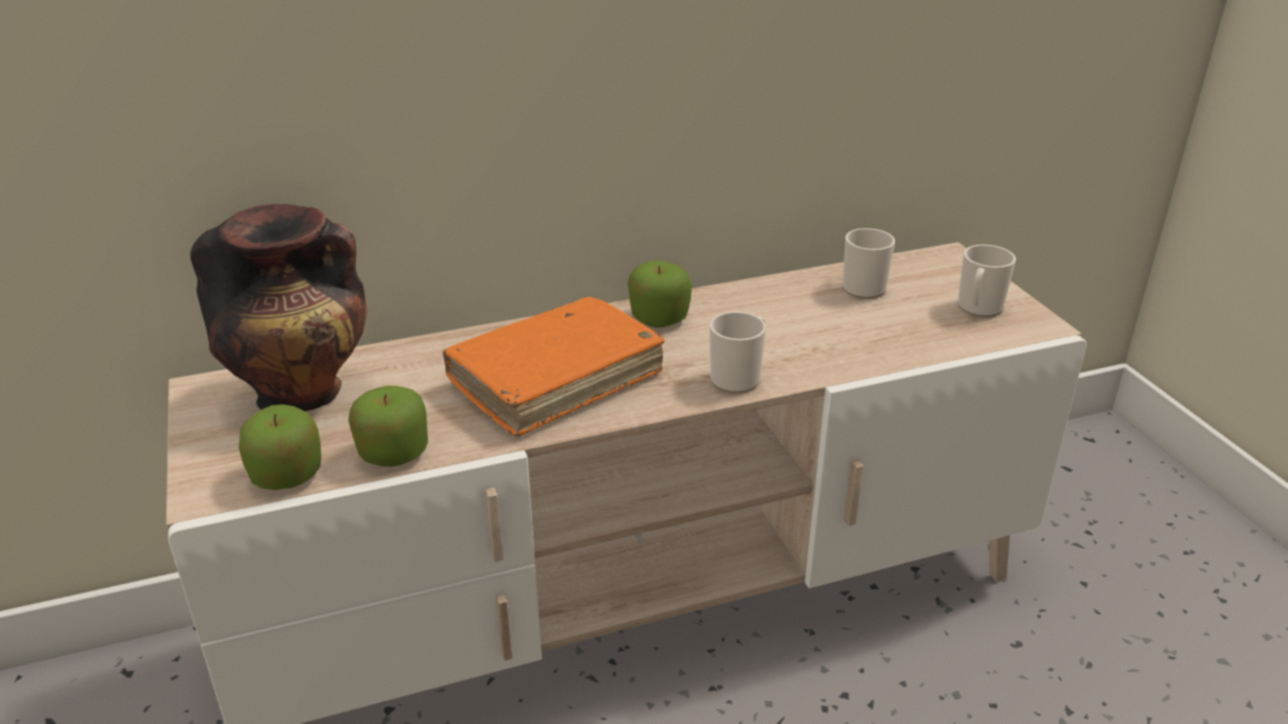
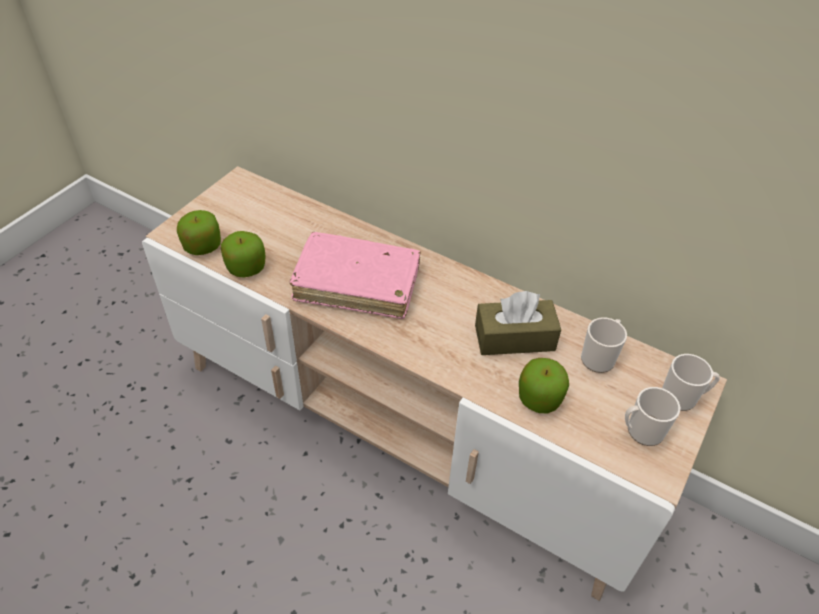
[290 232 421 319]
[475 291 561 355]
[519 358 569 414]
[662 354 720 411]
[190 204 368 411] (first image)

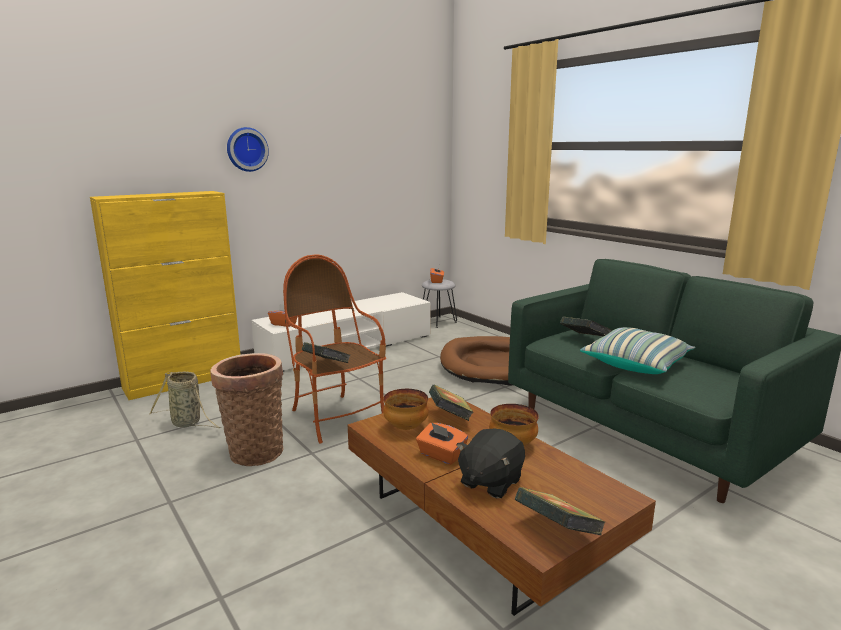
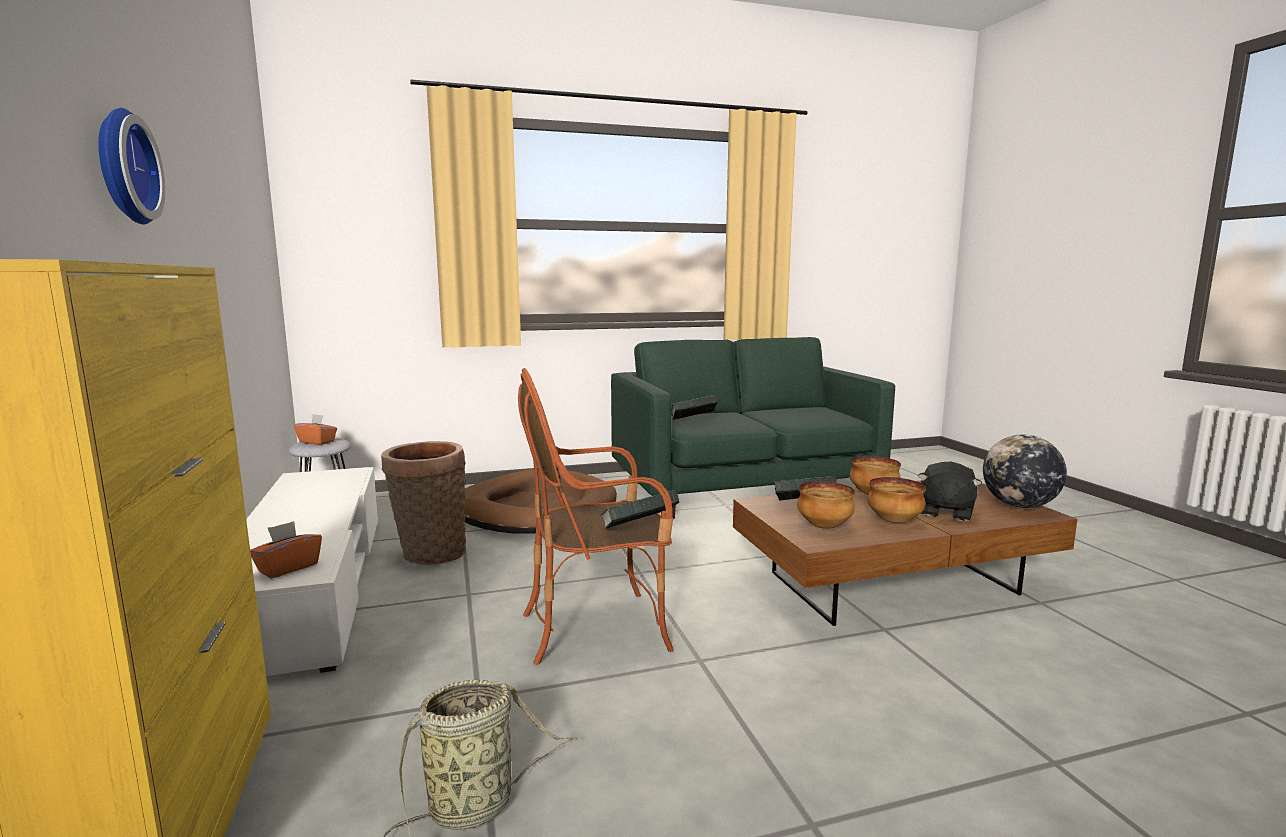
[381 441 466 565]
[868 477 926 523]
[918 462 982 521]
[983 434 1067 508]
[580 327 695 374] (first image)

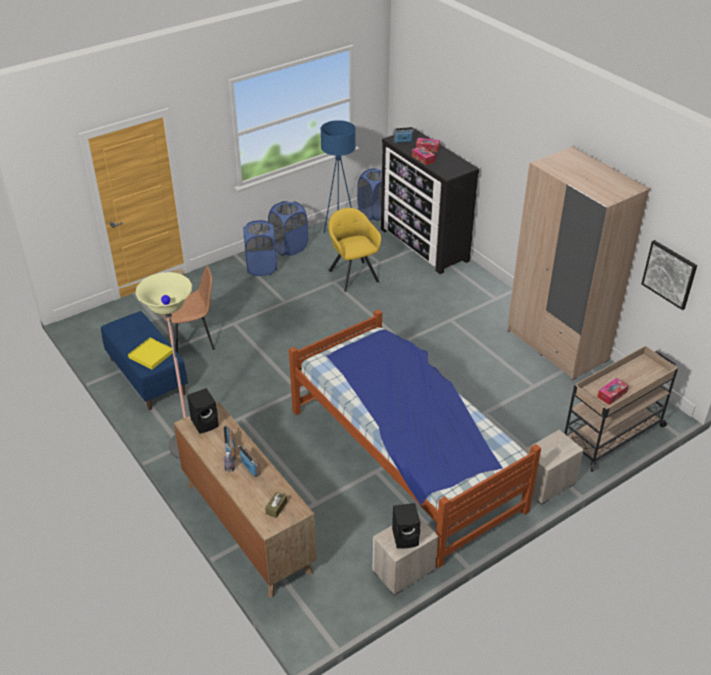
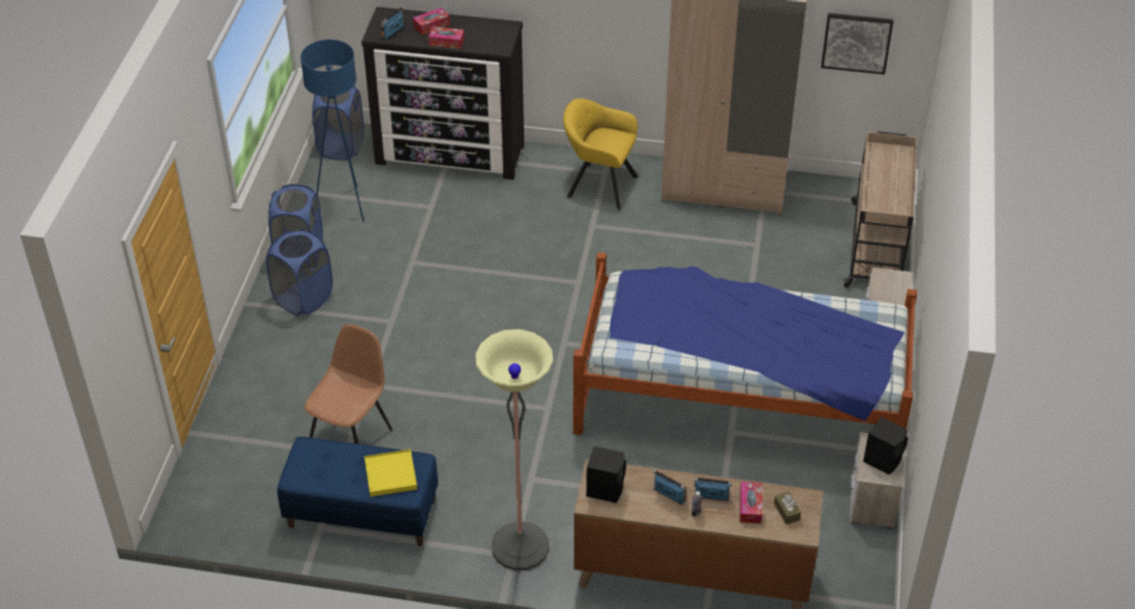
[563 98 638 210]
[740 482 762 524]

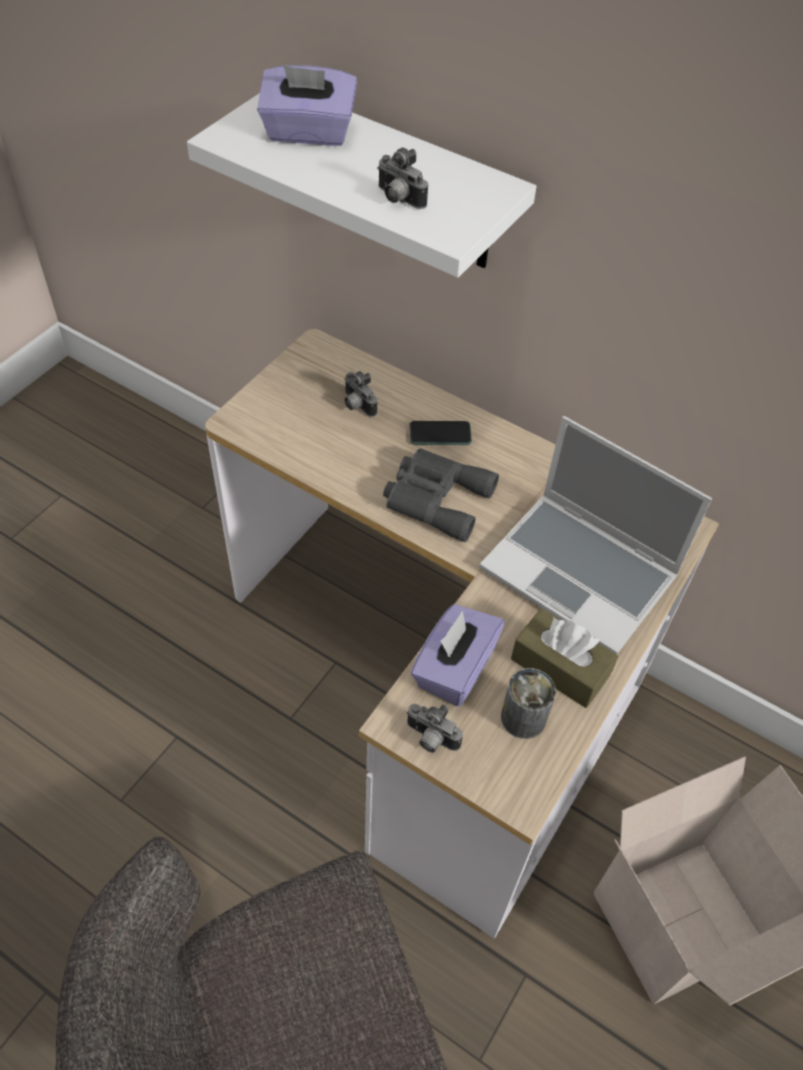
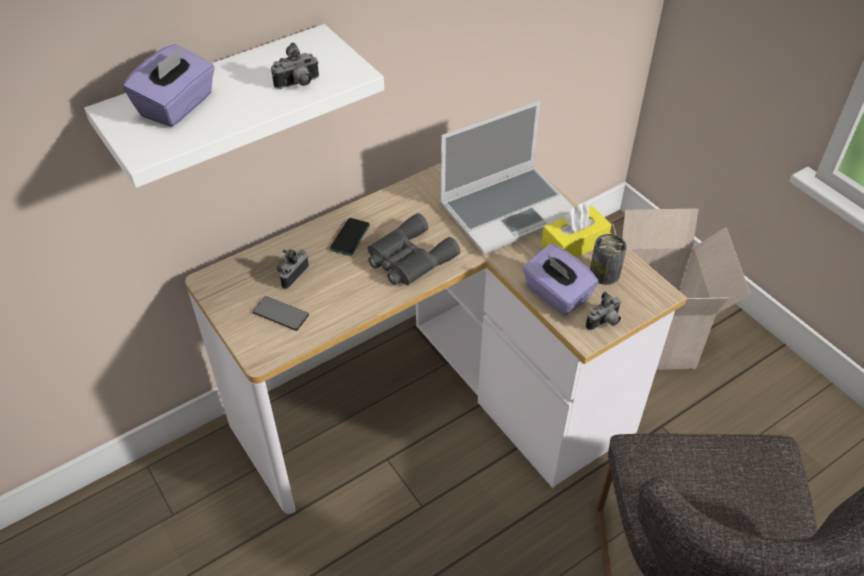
[253 296 309 331]
[277 249 309 289]
[541 204 612 257]

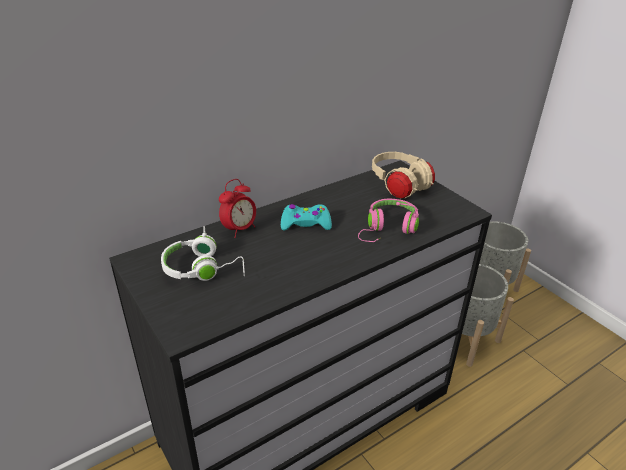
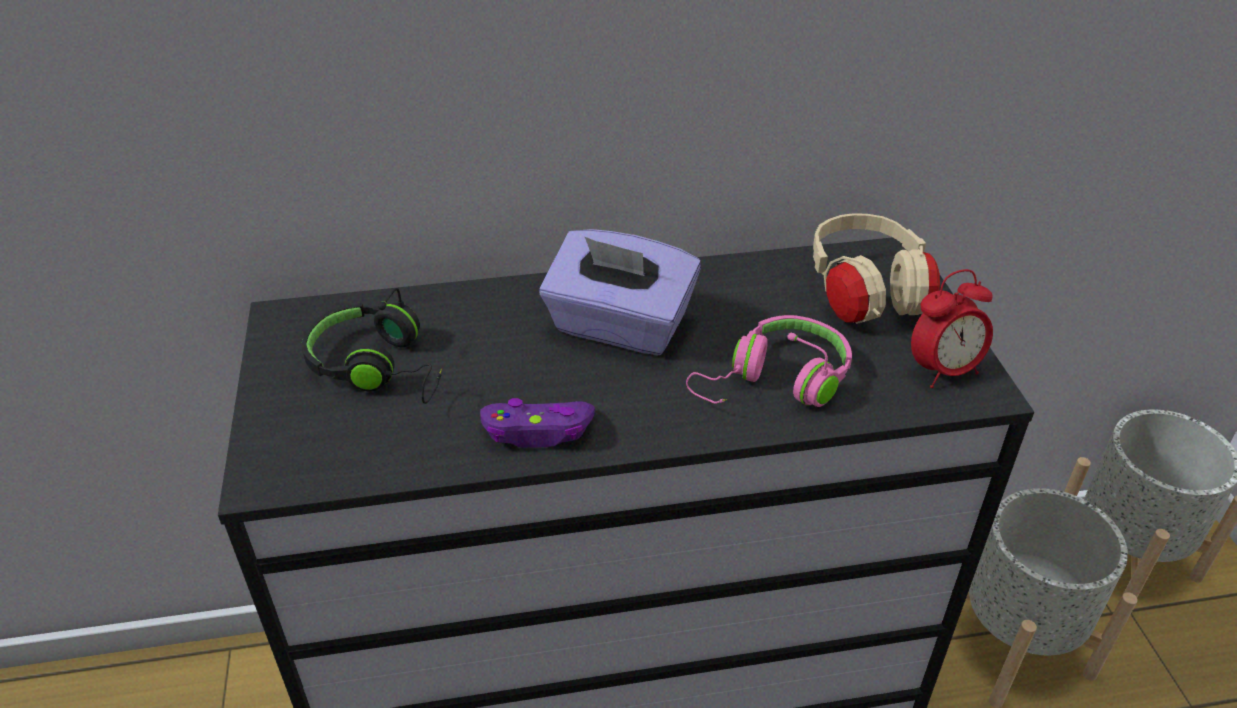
[302 288 442 404]
[480 398 595 448]
[539 229 701 355]
[911 269 993 388]

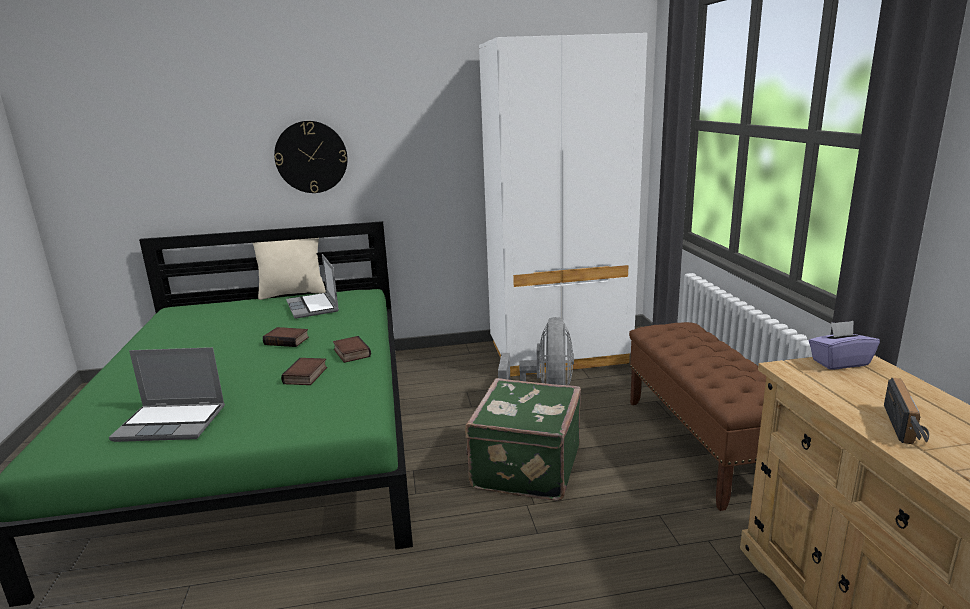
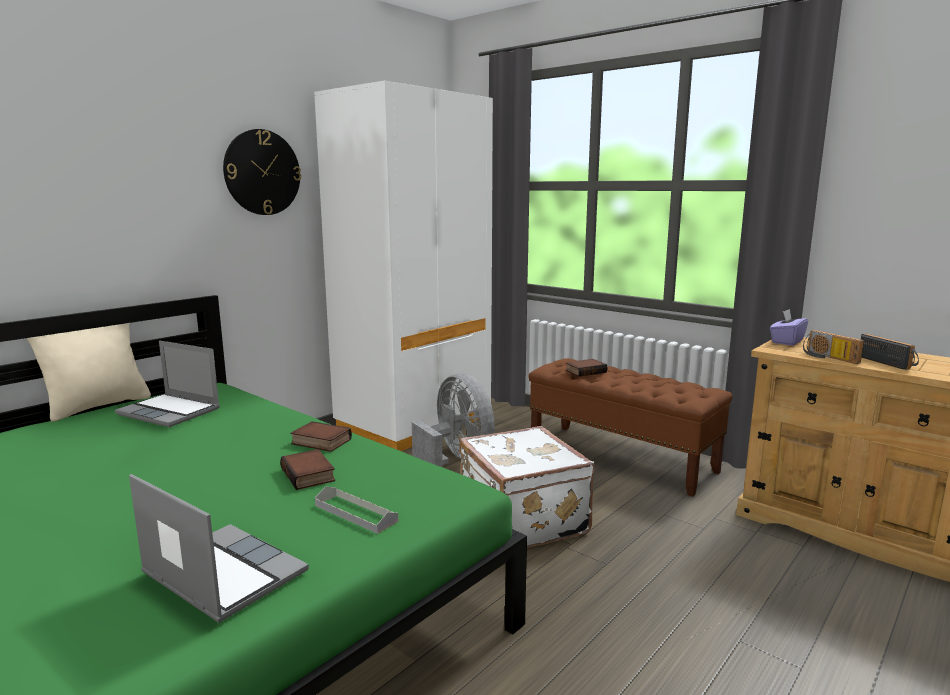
[129 474 309 623]
[223 129 301 215]
[315 487 398 534]
[459 426 595 548]
[565 359 608 377]
[803 330 864 364]

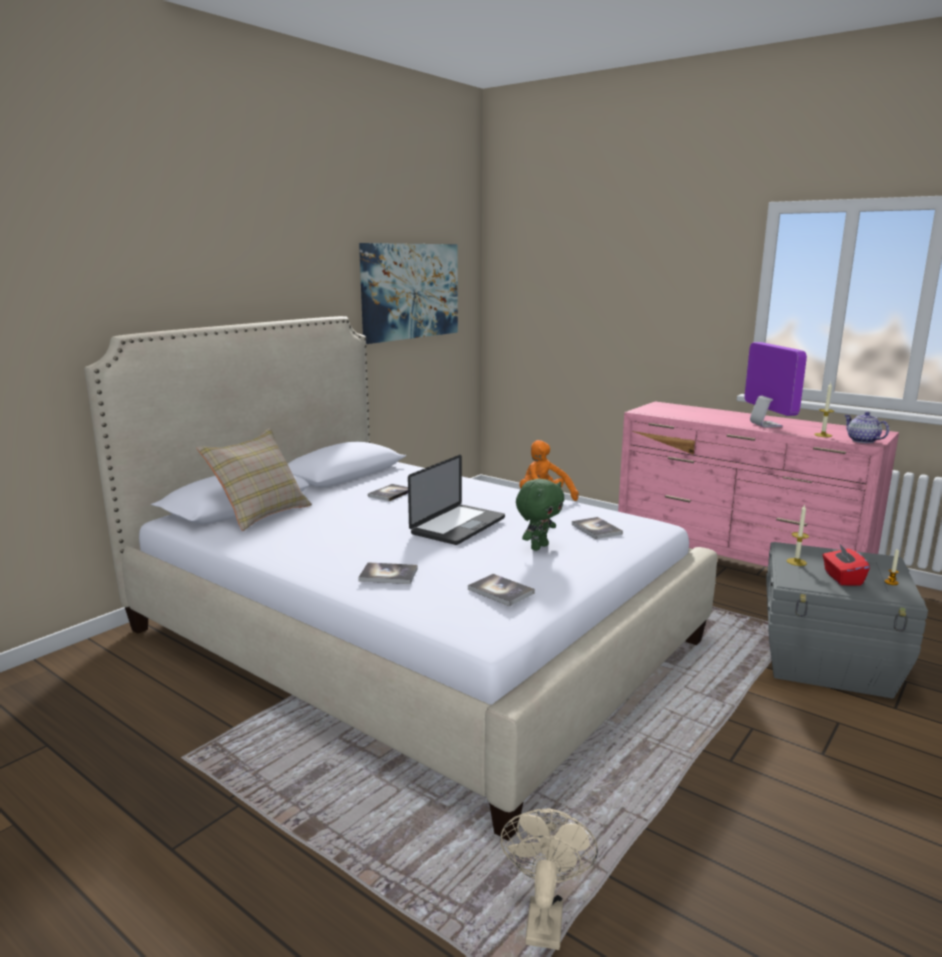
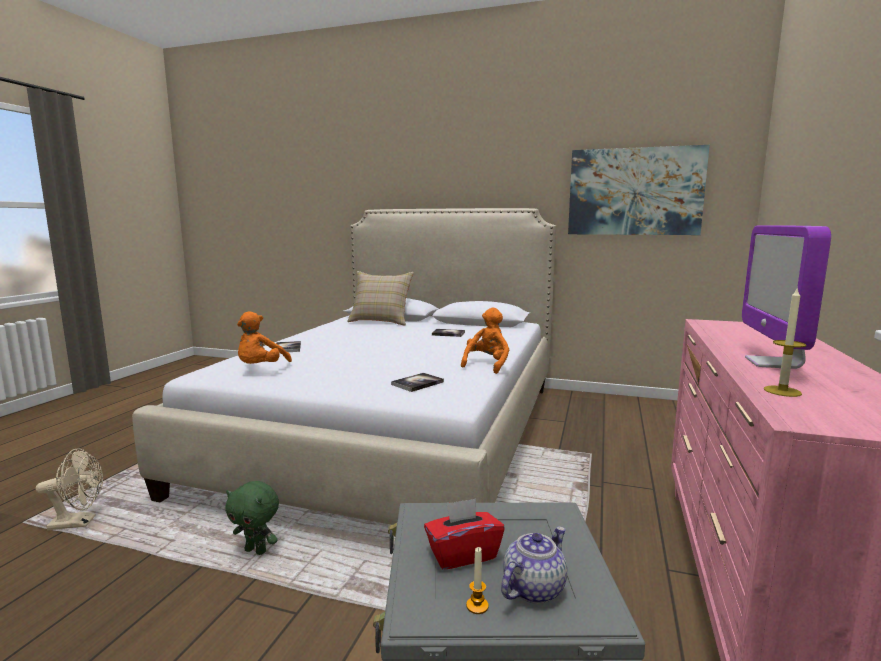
[225 481 279 555]
[237 311 292 364]
[501 527 567 604]
[742 225 831 369]
[408 455 505 545] (first image)
[787 504 809 566] (first image)

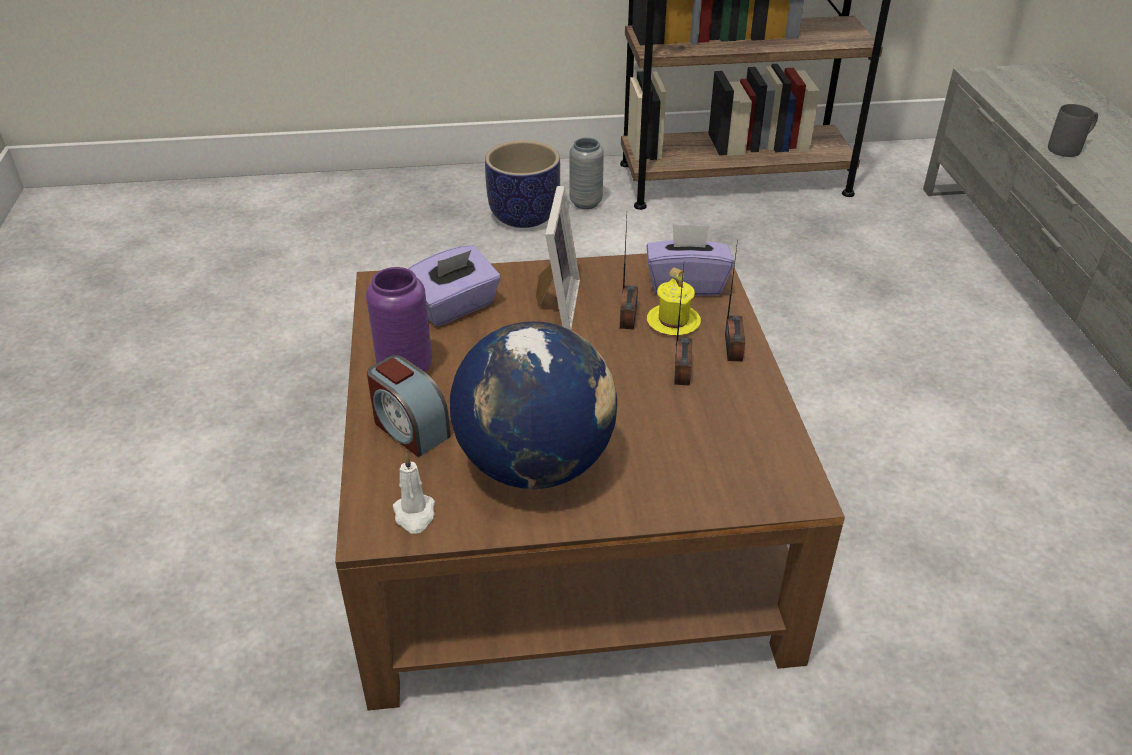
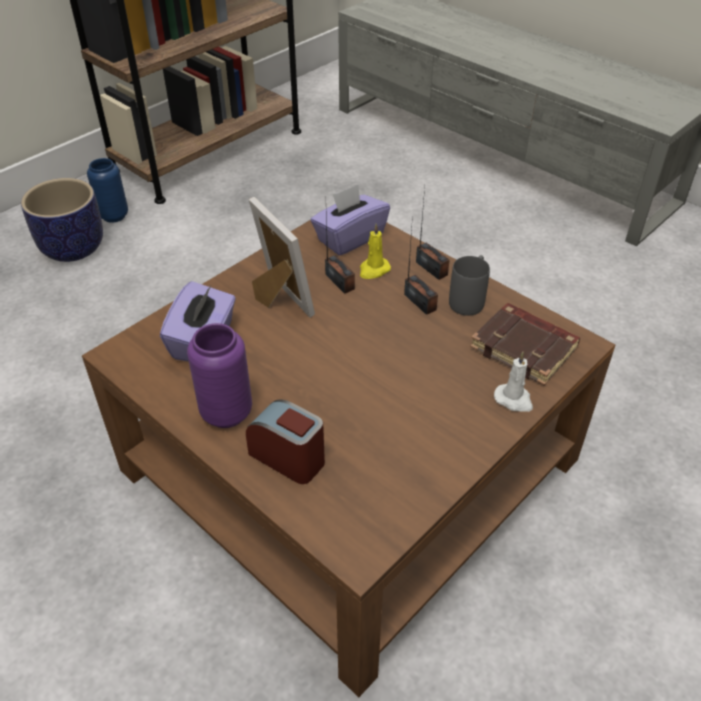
[87 158 128 223]
[246 399 325 484]
[360 223 391 279]
[449 255 490 316]
[470 303 580 385]
[494 352 533 412]
[450 321 617 489] (first image)

